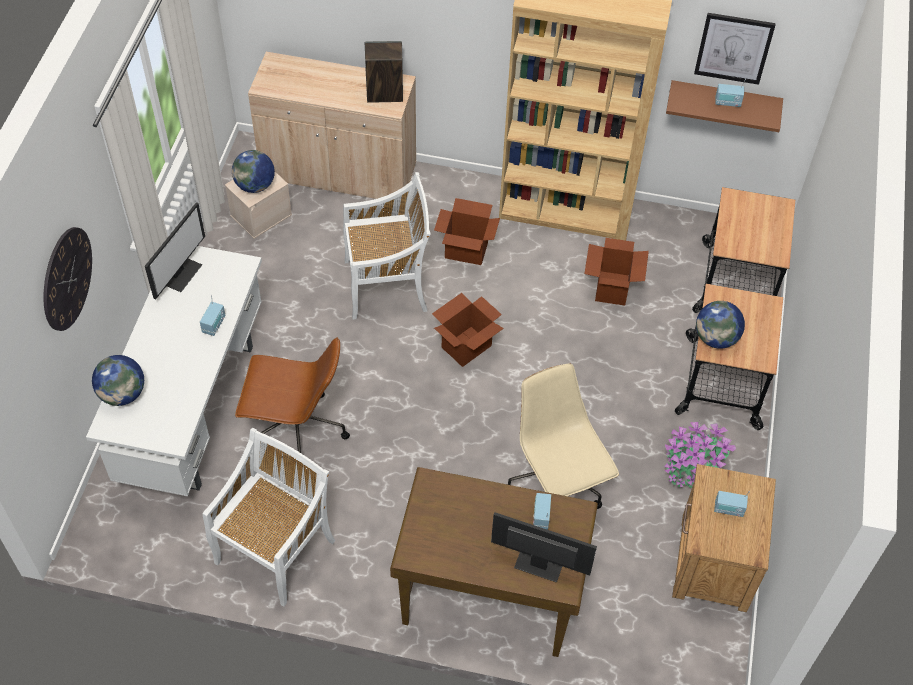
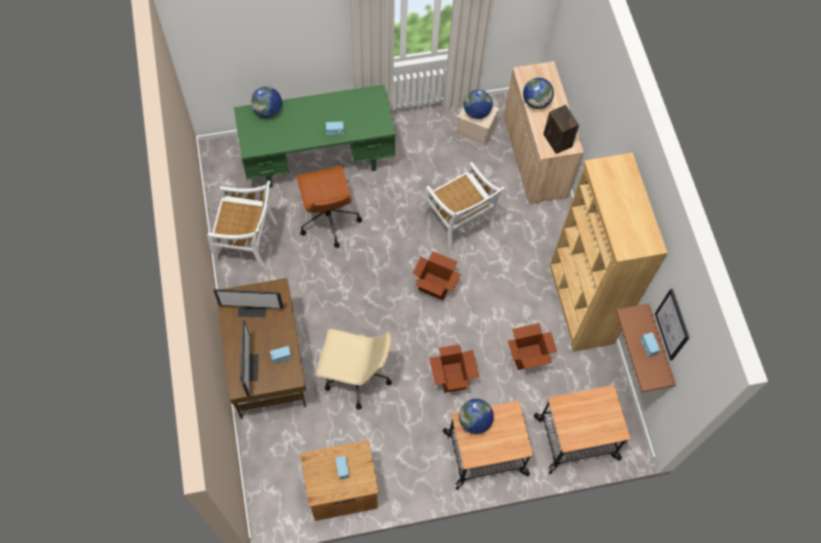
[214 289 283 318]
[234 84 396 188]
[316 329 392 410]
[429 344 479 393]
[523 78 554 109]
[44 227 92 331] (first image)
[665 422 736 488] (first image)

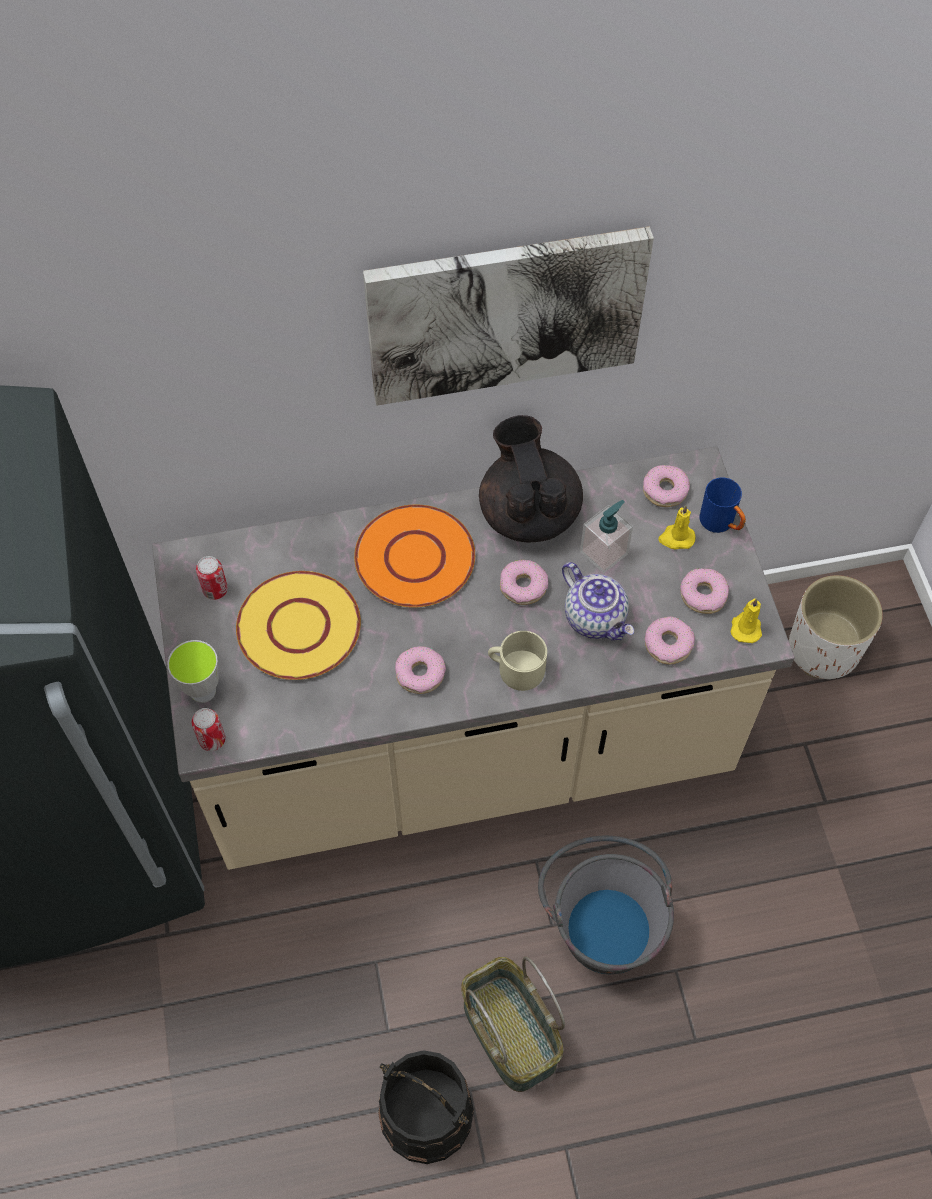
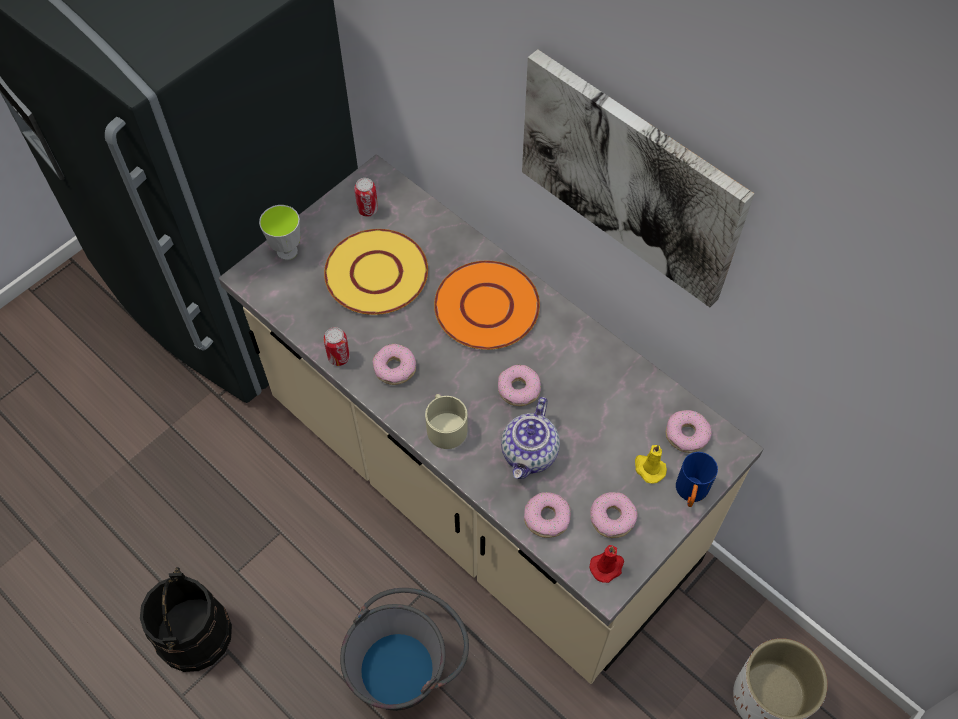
[323 327 350 366]
[590 545 624 583]
[461 957 565 1092] (first image)
[479 415 583 542] (first image)
[580 500 633 573] (first image)

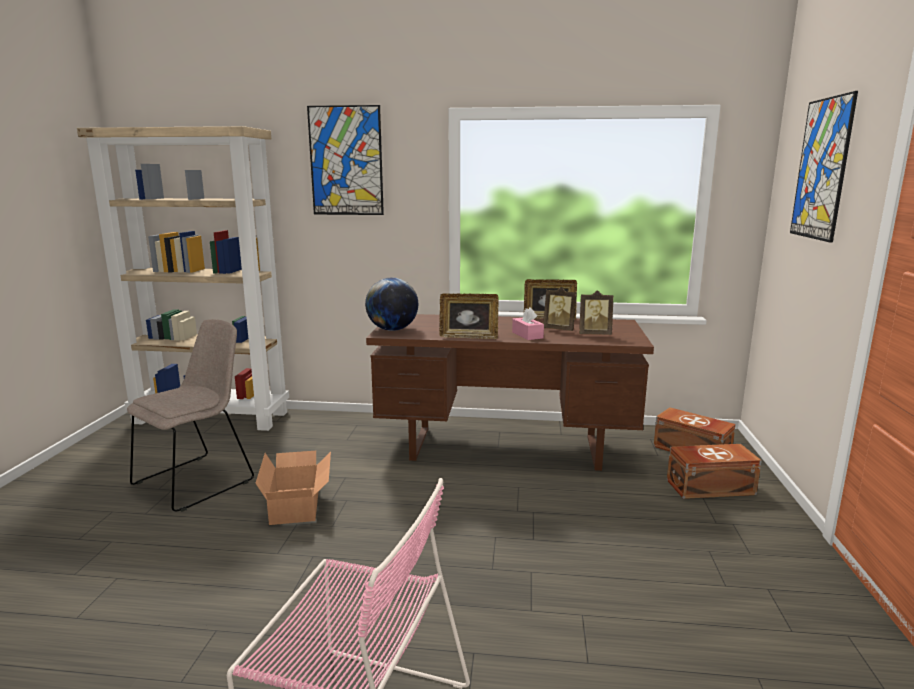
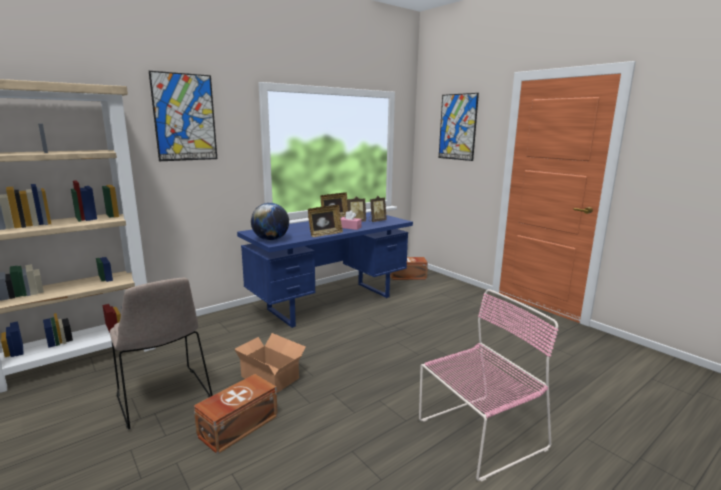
[110 278 213 429]
[194 374 278 455]
[237 212 413 328]

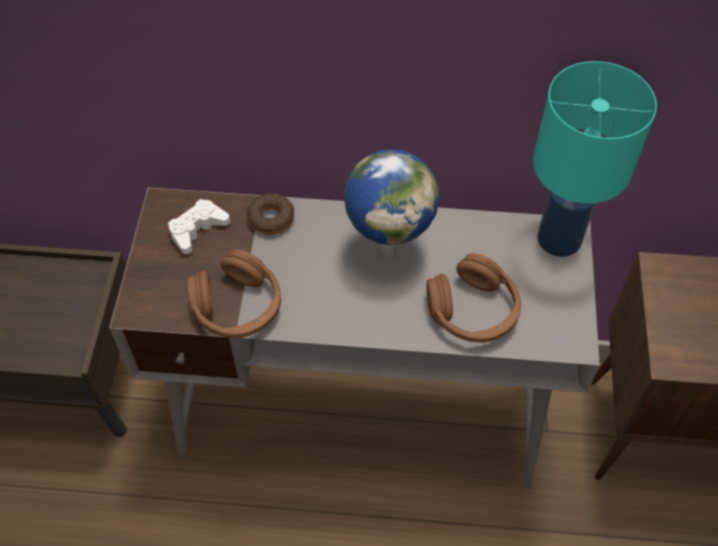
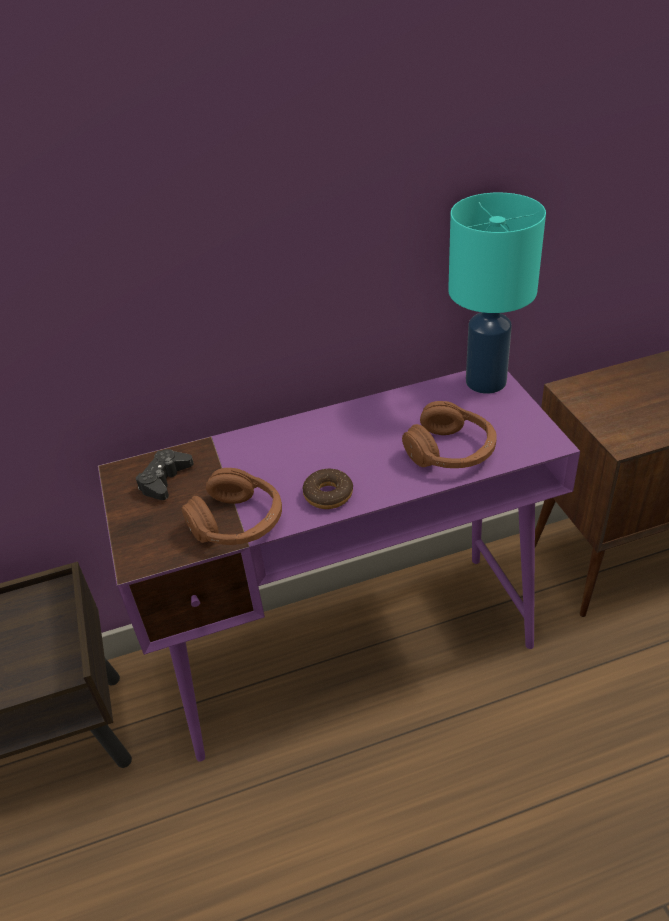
[98 371 580 762]
[136 449 194 500]
[303 469 353 509]
[344 149 439 256] (first image)

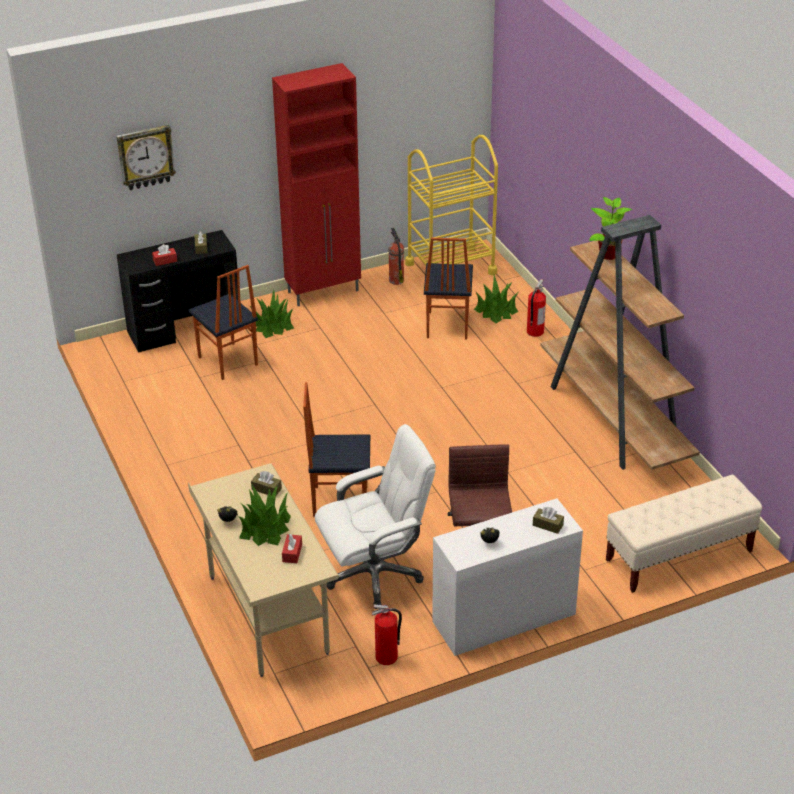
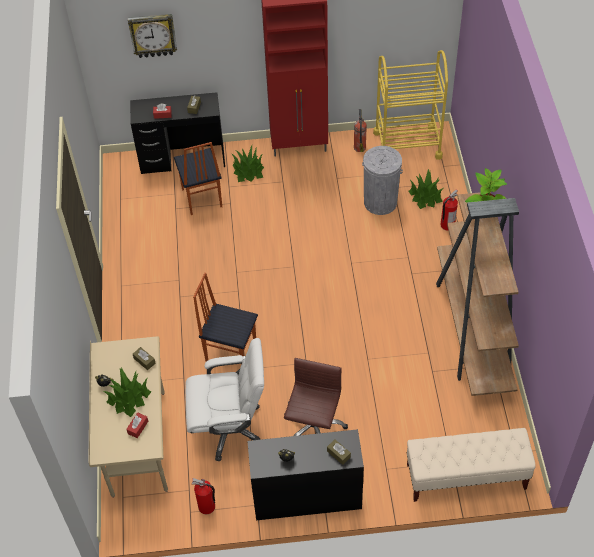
[247 429 364 520]
[362 146 403 215]

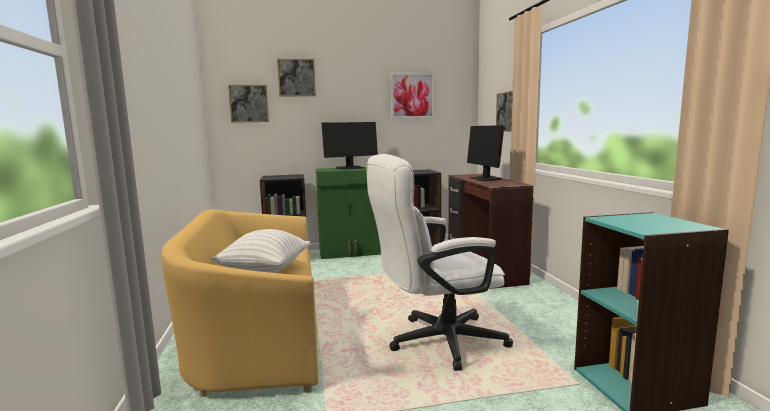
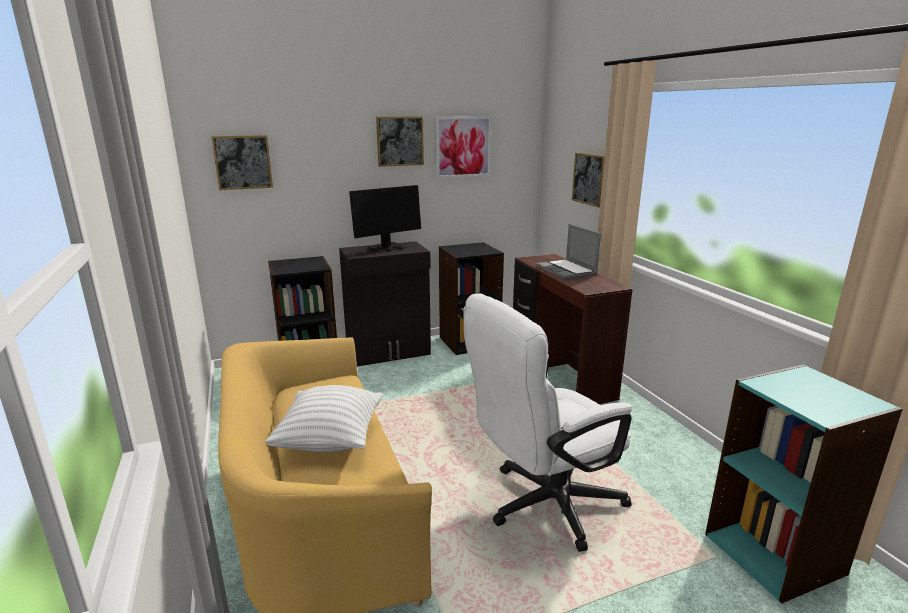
[339 241 431 367]
[376 117 424 167]
[536 224 601 279]

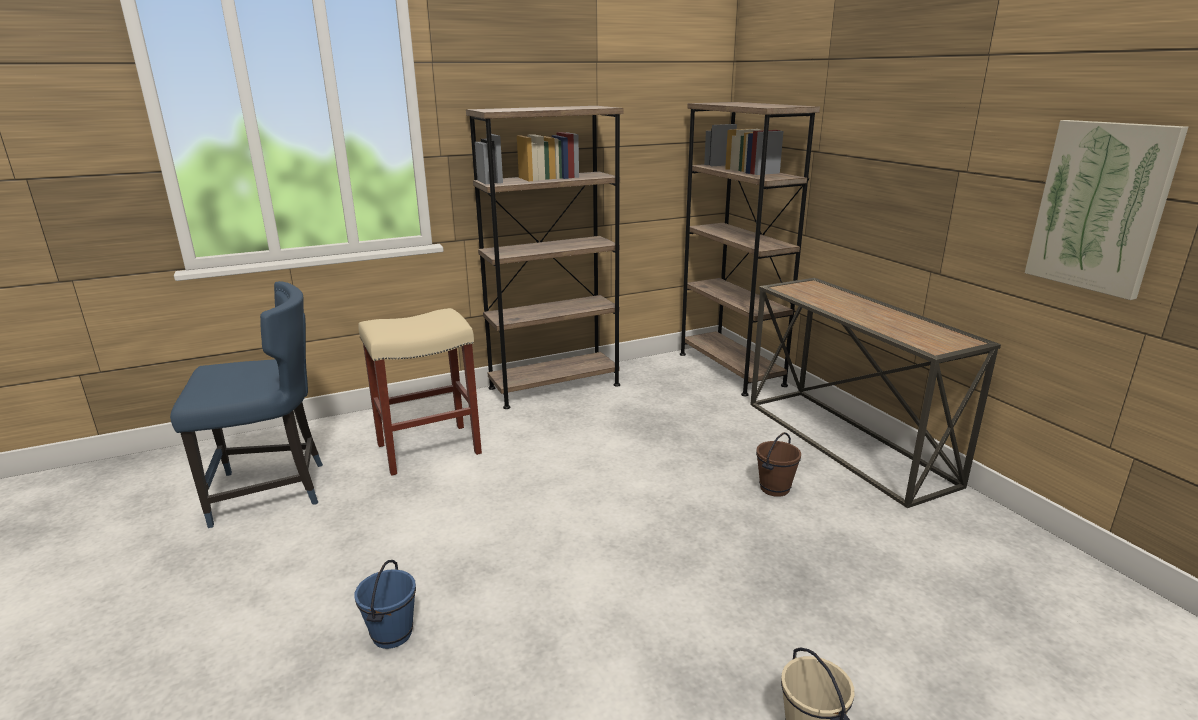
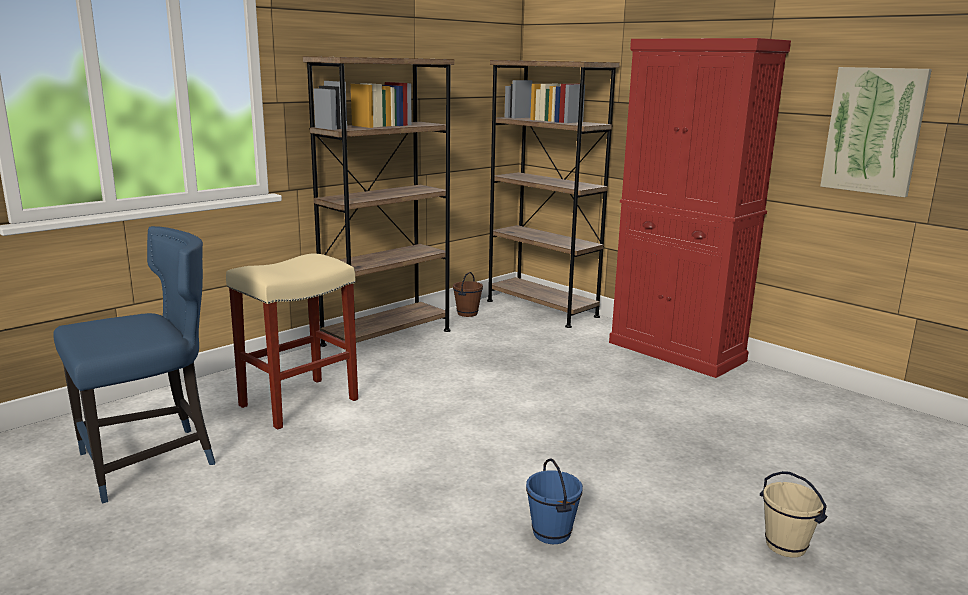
[453 272 483 317]
[526 458 583 544]
[609 38 791 378]

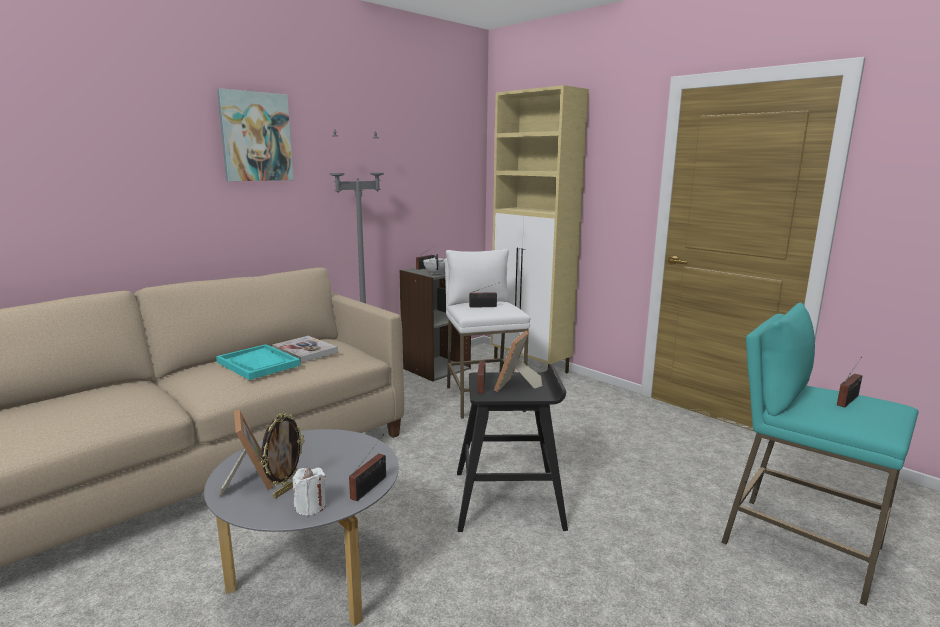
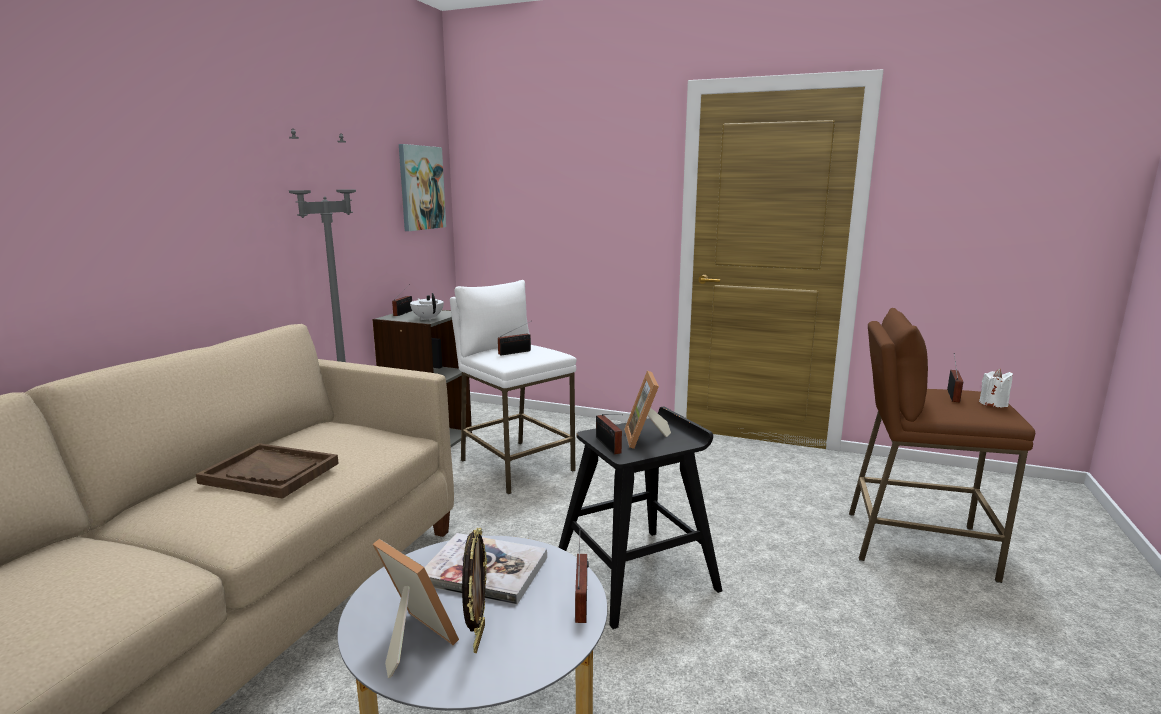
[196 443 339 499]
[399 144 446 231]
[424 533 547 605]
[849 308 1035 583]
[979 369 1013 407]
[491 85 589 373] (first image)

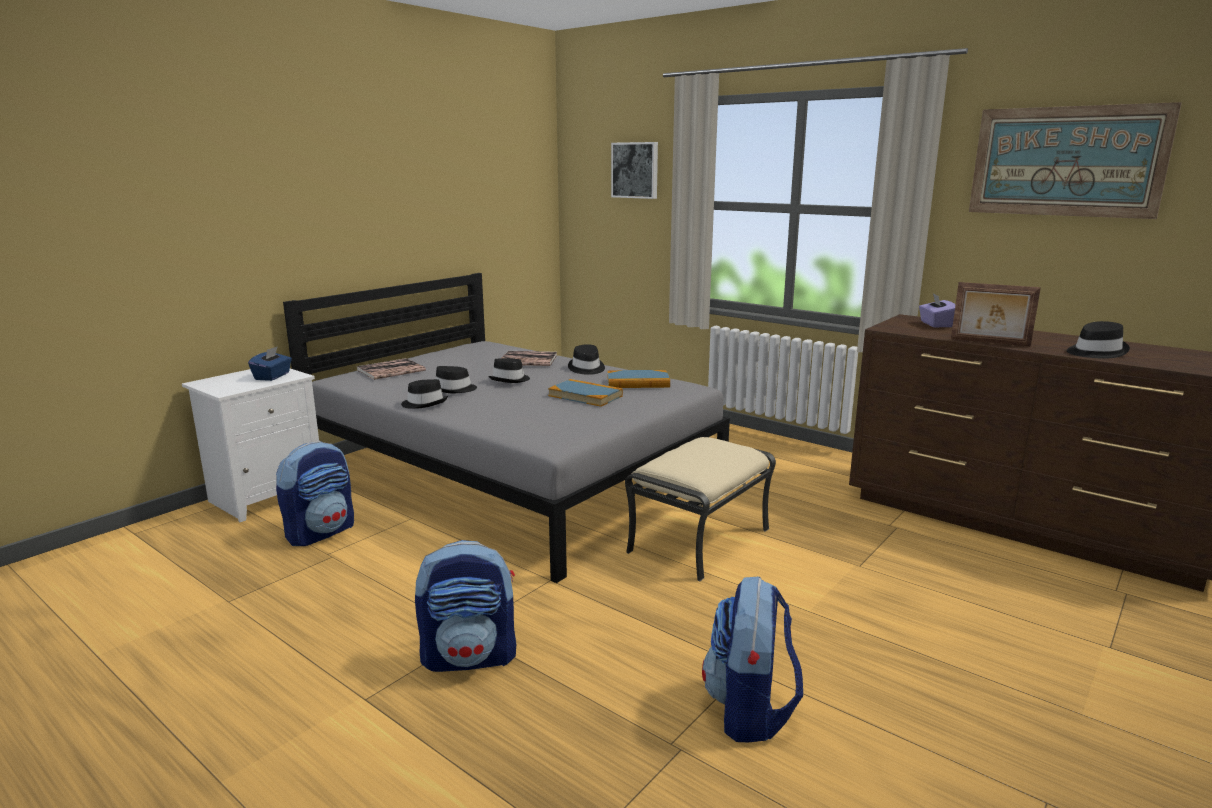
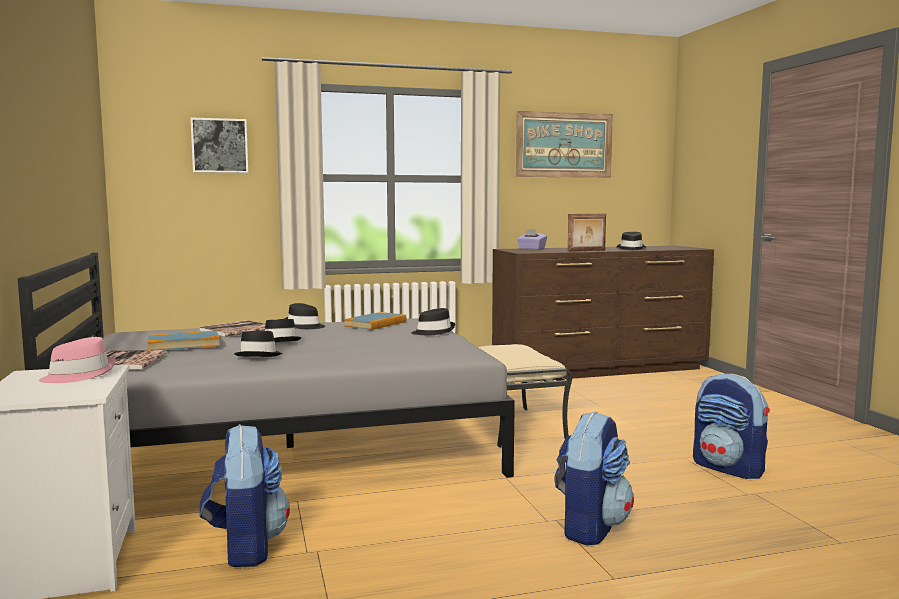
[39 337 116 383]
[147 330 220 350]
[411 308 455 335]

